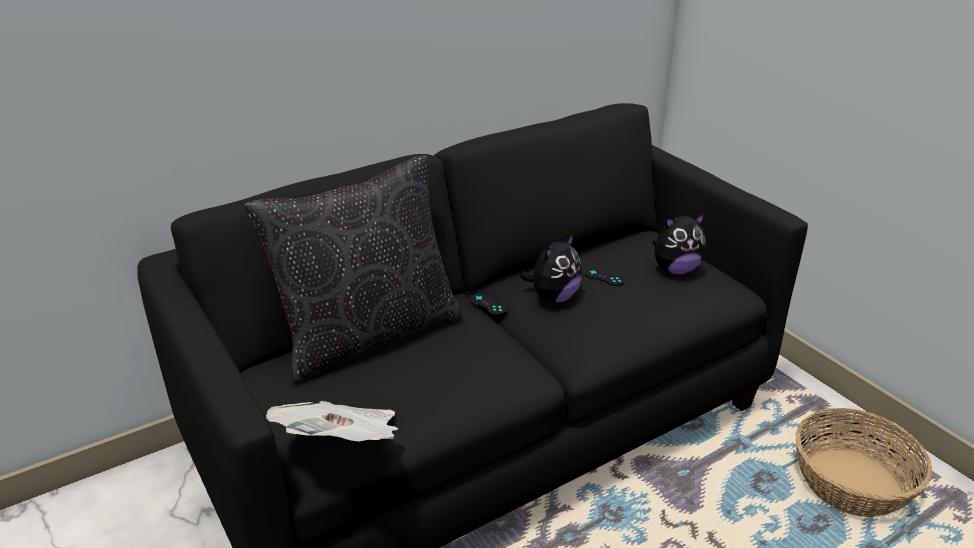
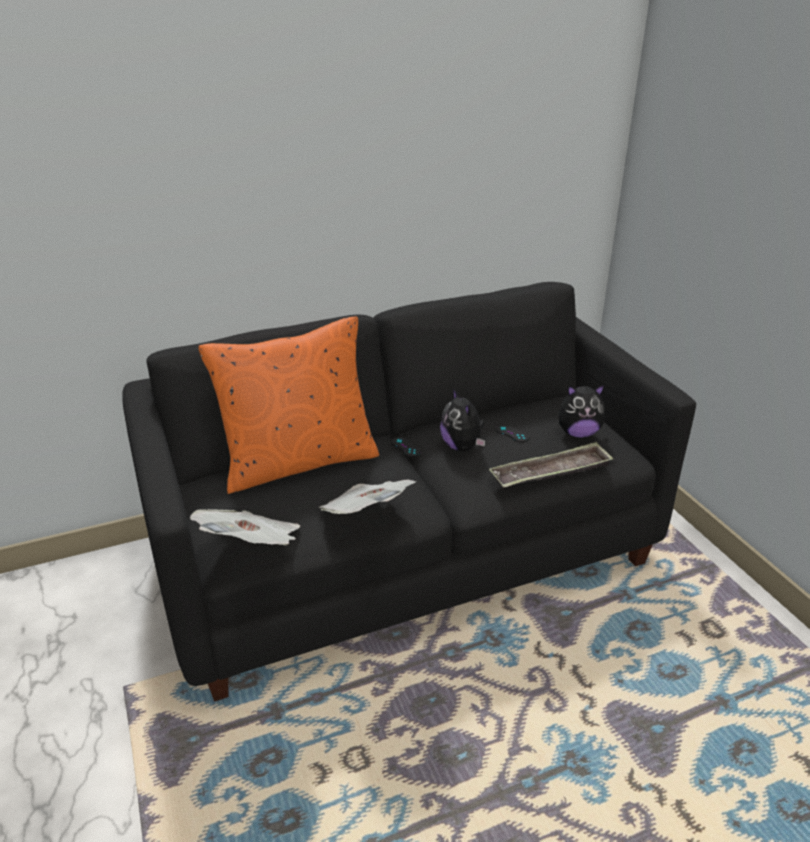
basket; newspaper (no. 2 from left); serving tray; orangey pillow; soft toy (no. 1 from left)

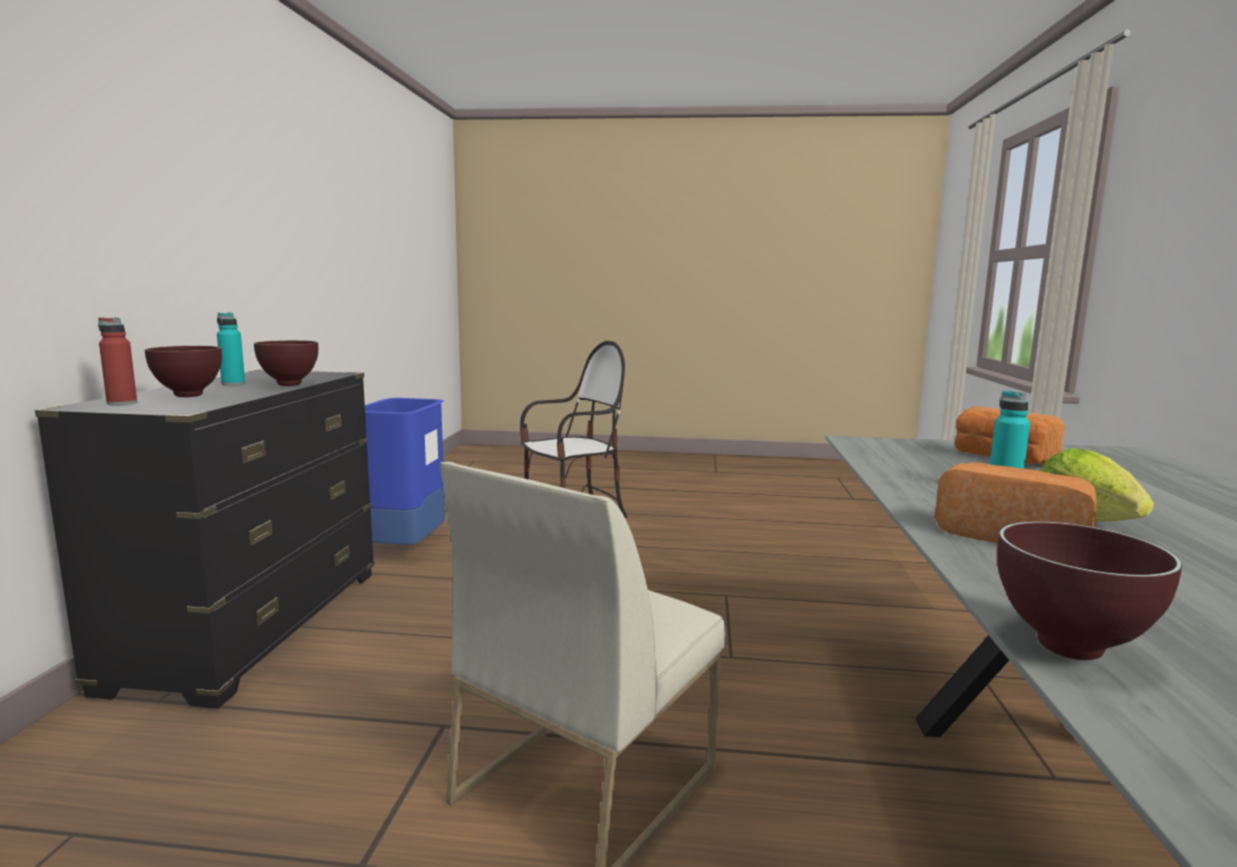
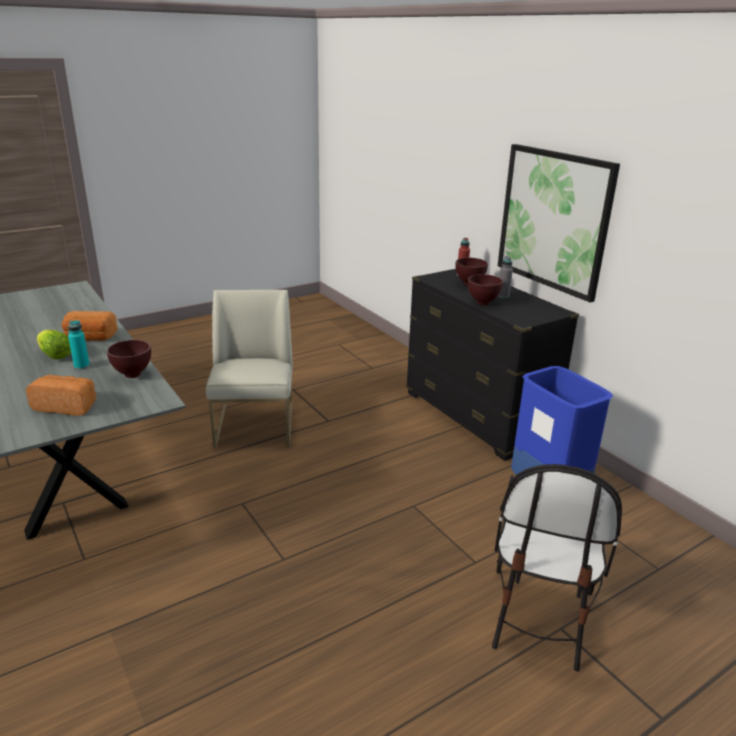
wall art; brownish serving bowl (no. 1 from left); grey beverage bottle

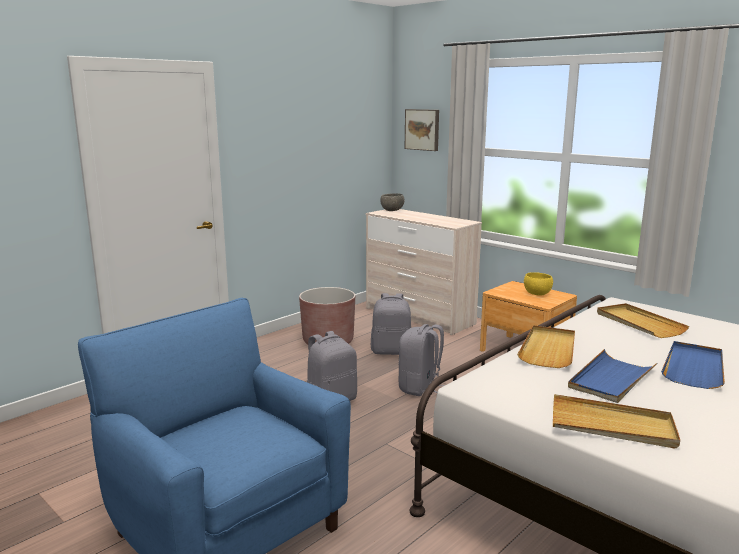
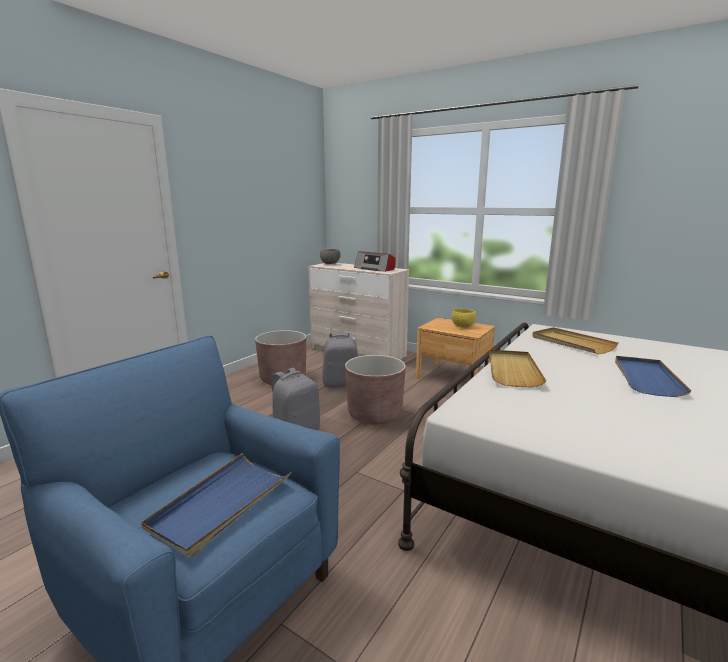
wall art; beige-coloured serving tray (no. 2 from left in the first image); radio; blue serving tray (no. 1 from left); brownish plant pot (no. 2 from left)

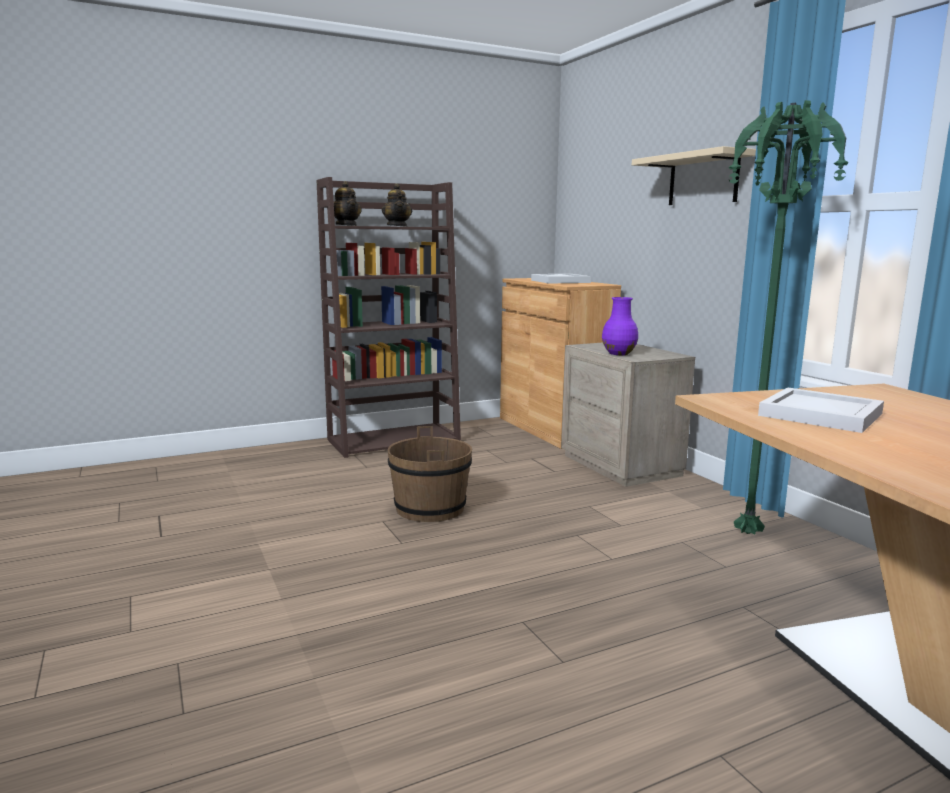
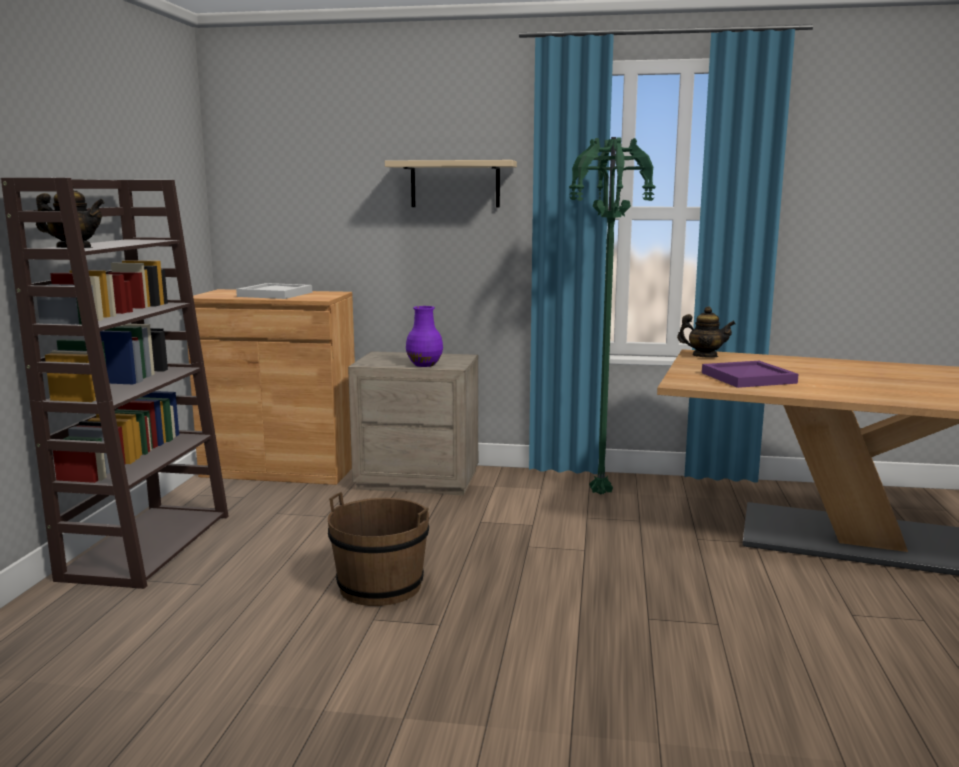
tea pot (no. 2 from left); purple-coloured serving tray

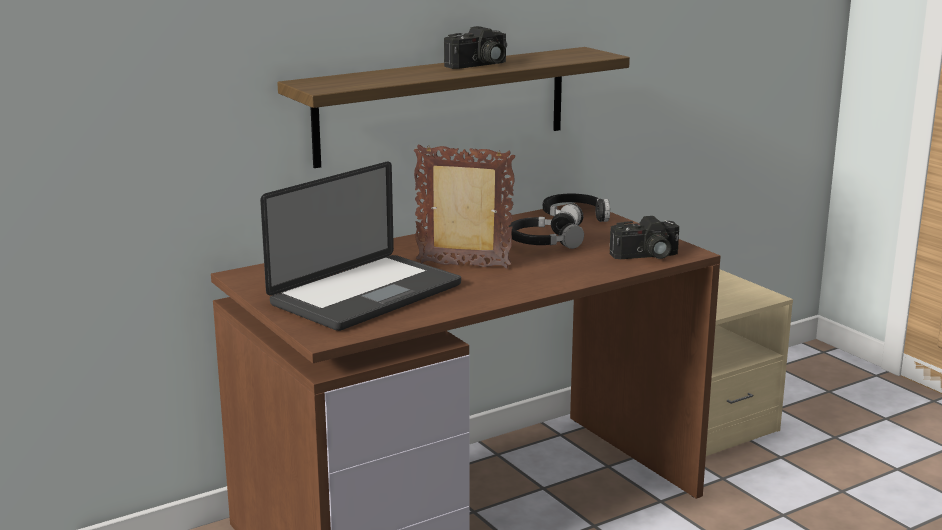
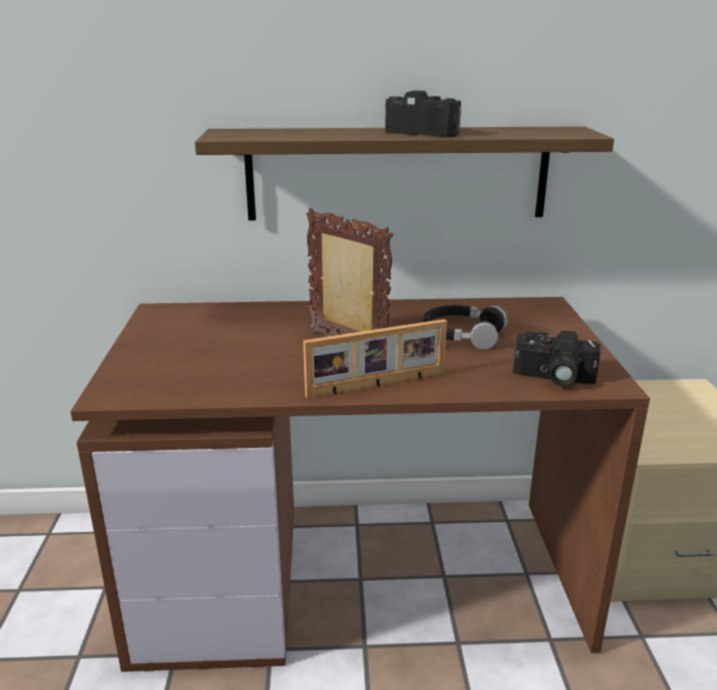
notebook computer; black-coloured headphones (no. 2 from left in the first image); picture frame (no. 2 from left); still camera (no. 1 from left)

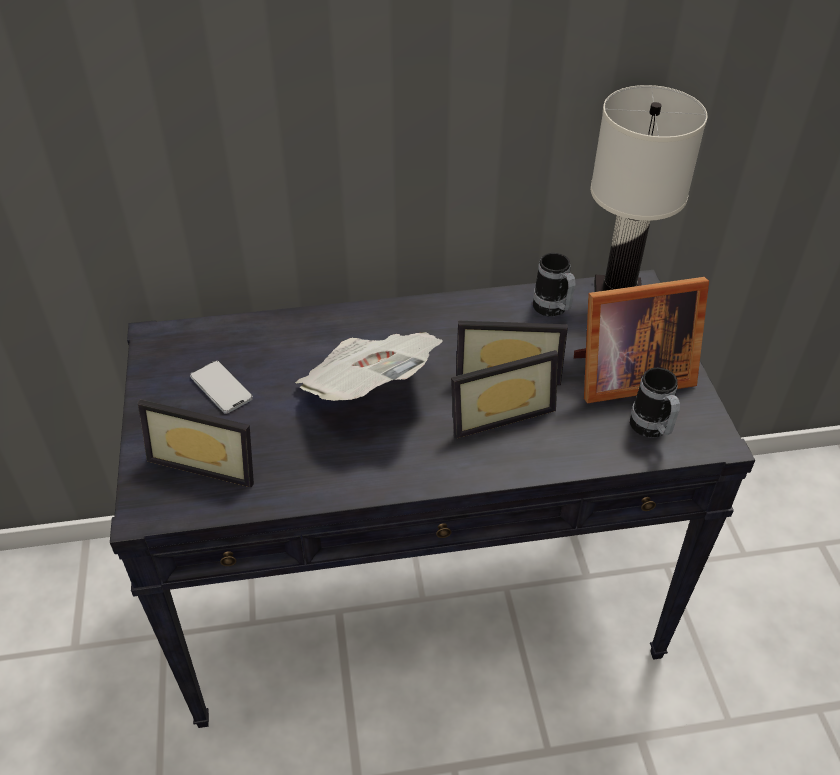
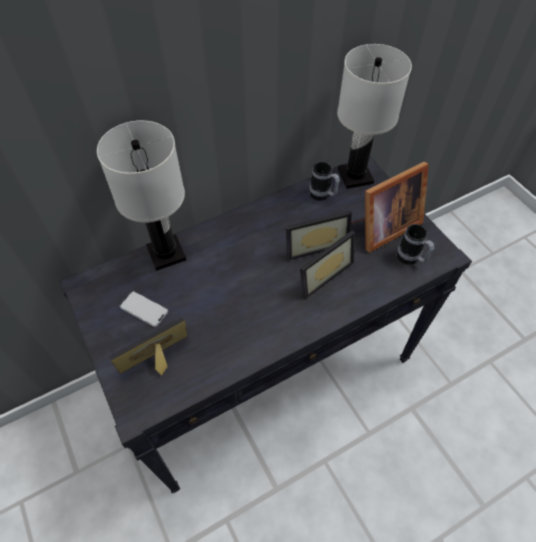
newspaper; white lamp for a table (no. 1 from left); picture frame (no. 1 from left)

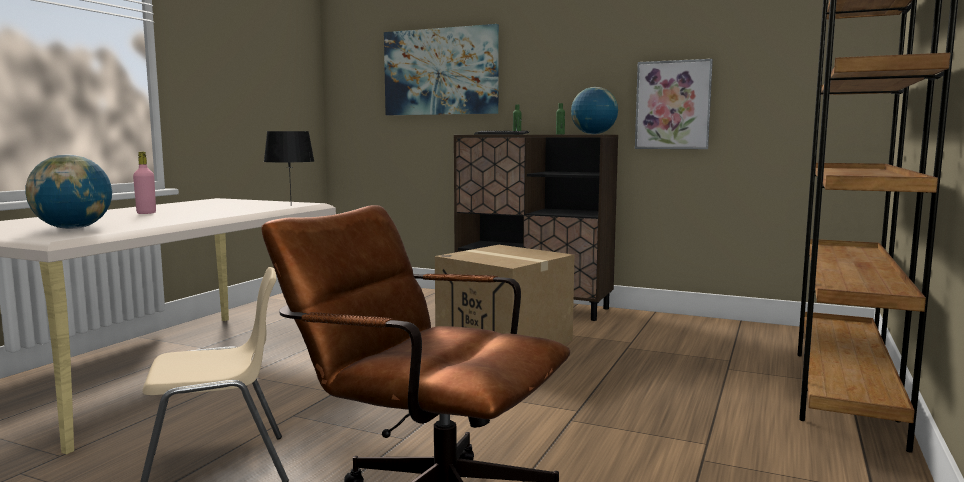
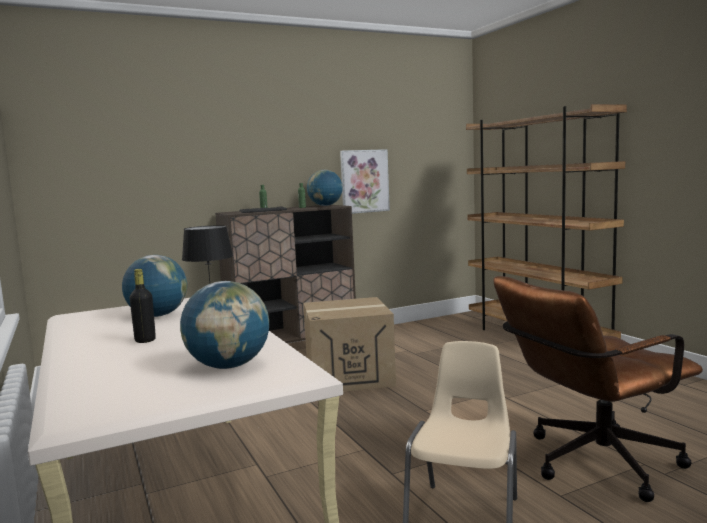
wall art (no. 1 from left in the first image); world globe (no. 1 from left); black-coloured beverage bottle

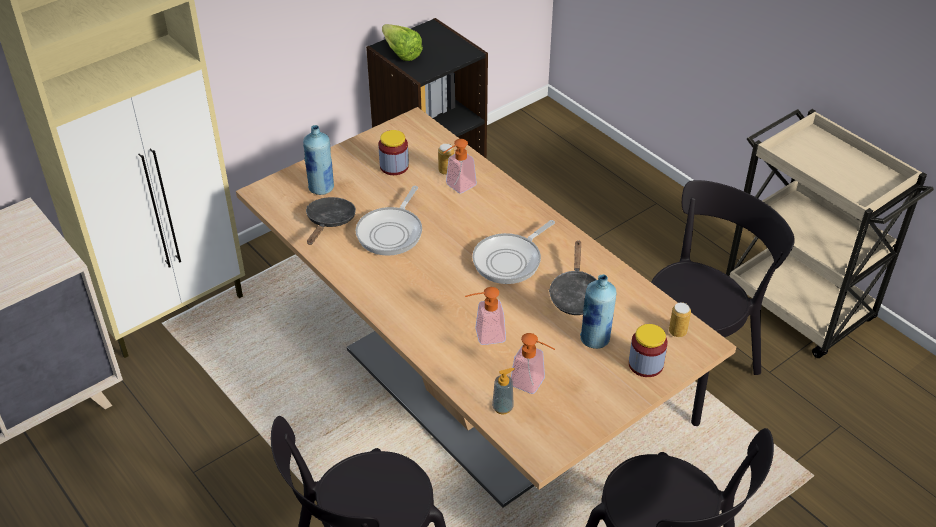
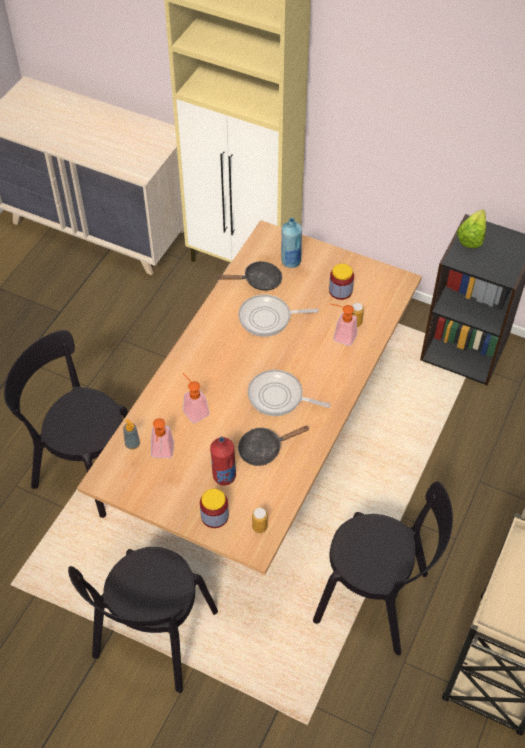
red-coloured beverage bottle

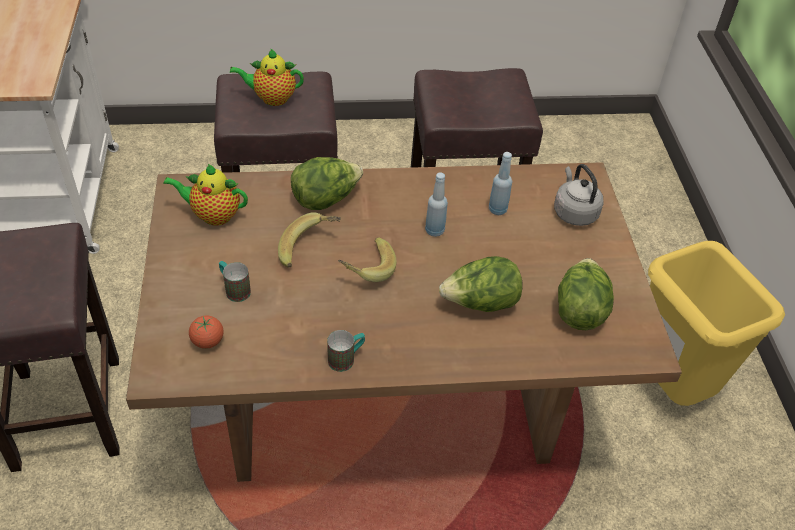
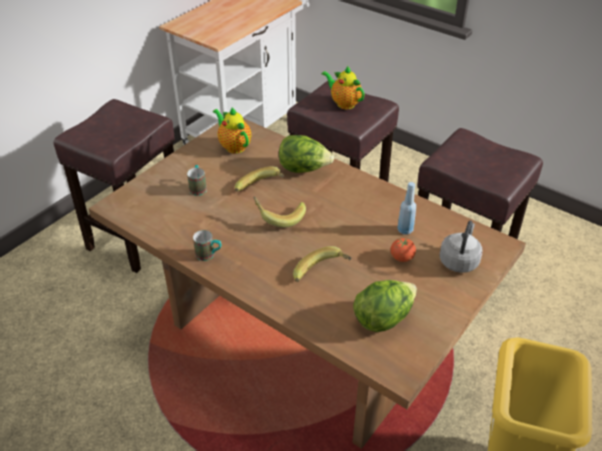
blue beverage bottle (no. 1 from left in the first image); whole tomato; banana (no. 3 from left)

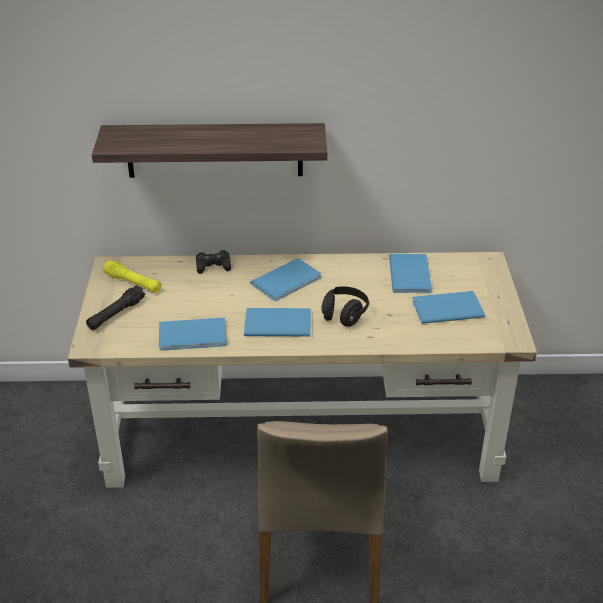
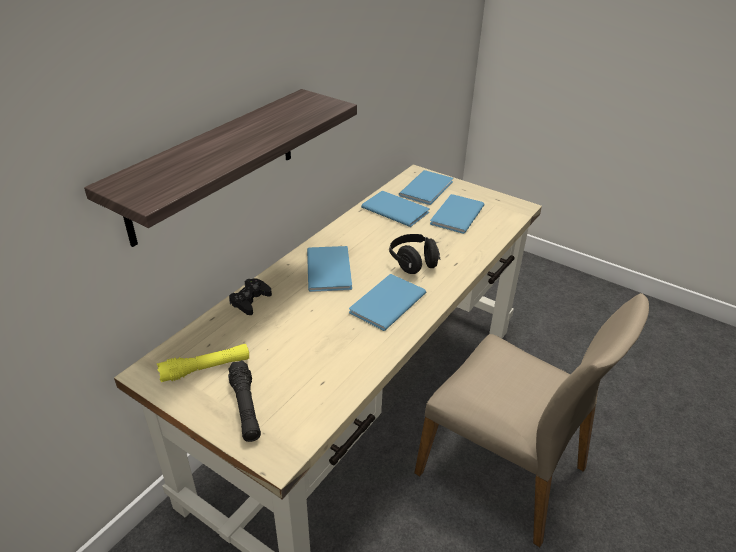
blue book (no. 4 from left)

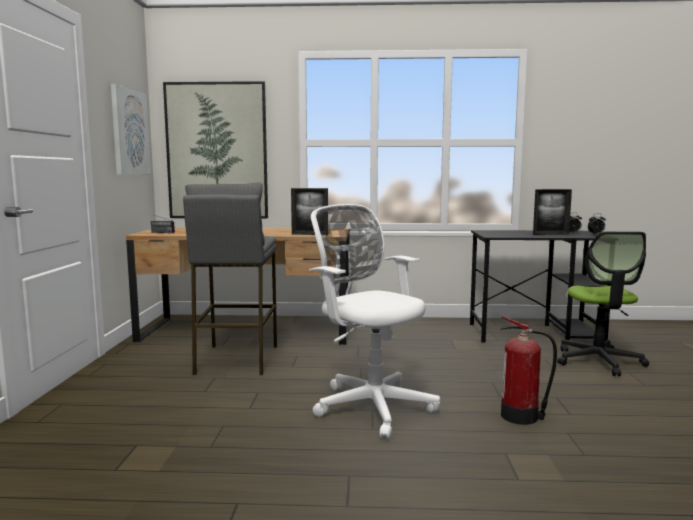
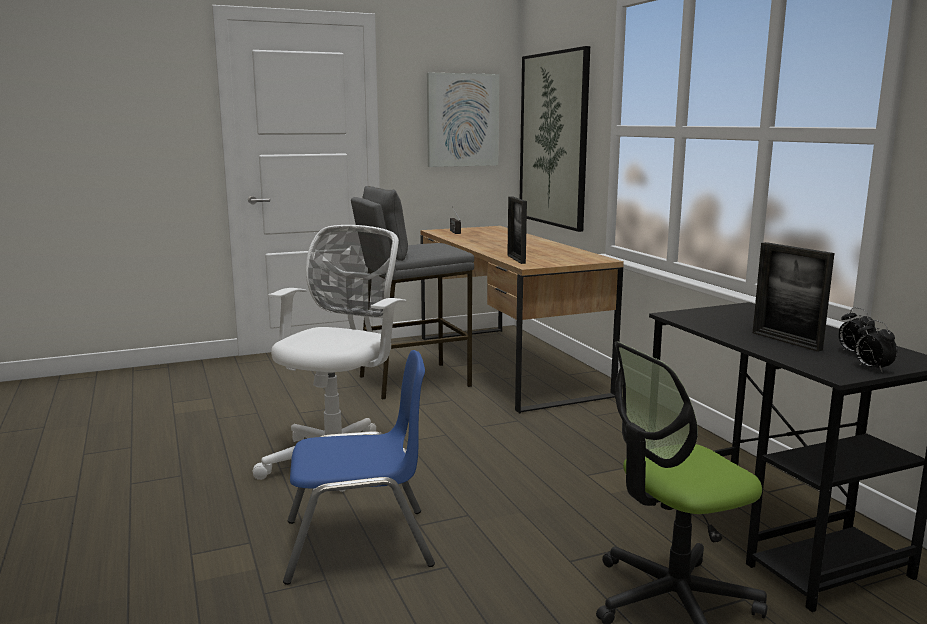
blue upright chair

